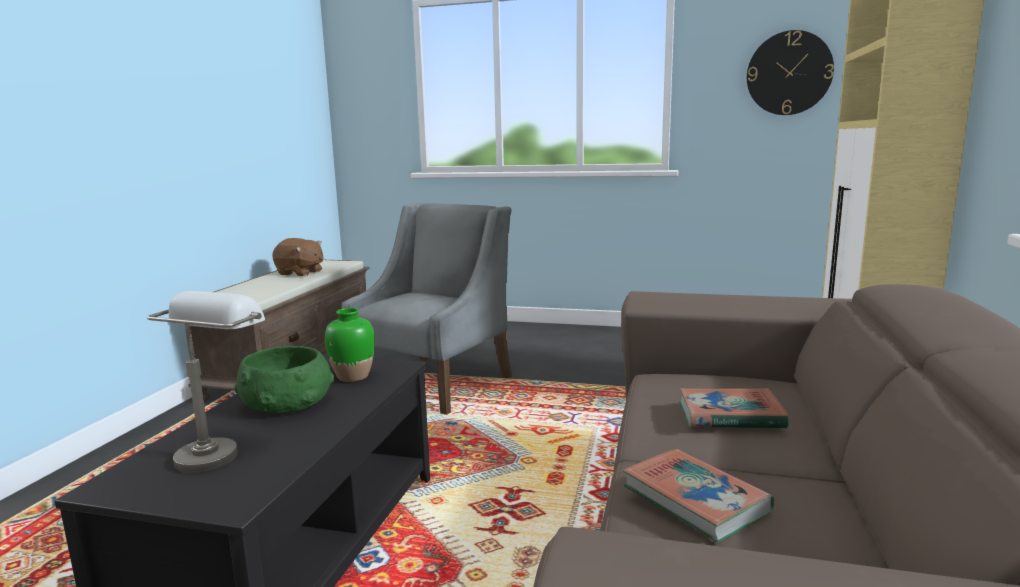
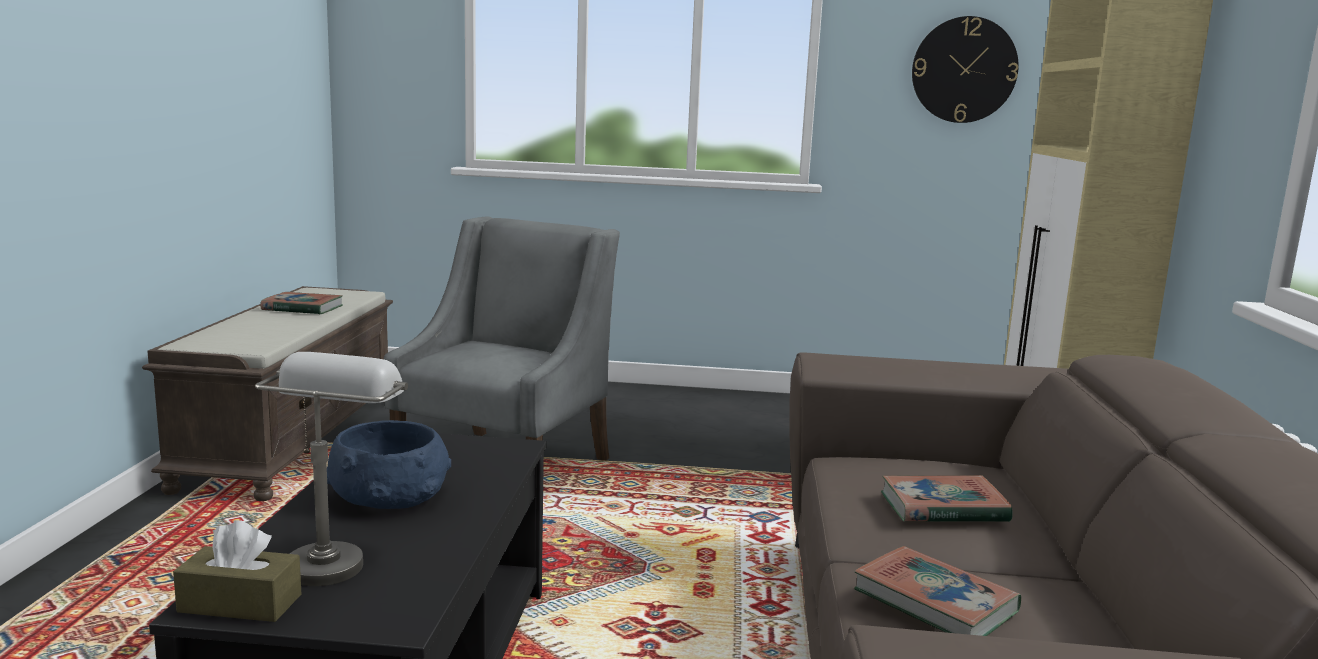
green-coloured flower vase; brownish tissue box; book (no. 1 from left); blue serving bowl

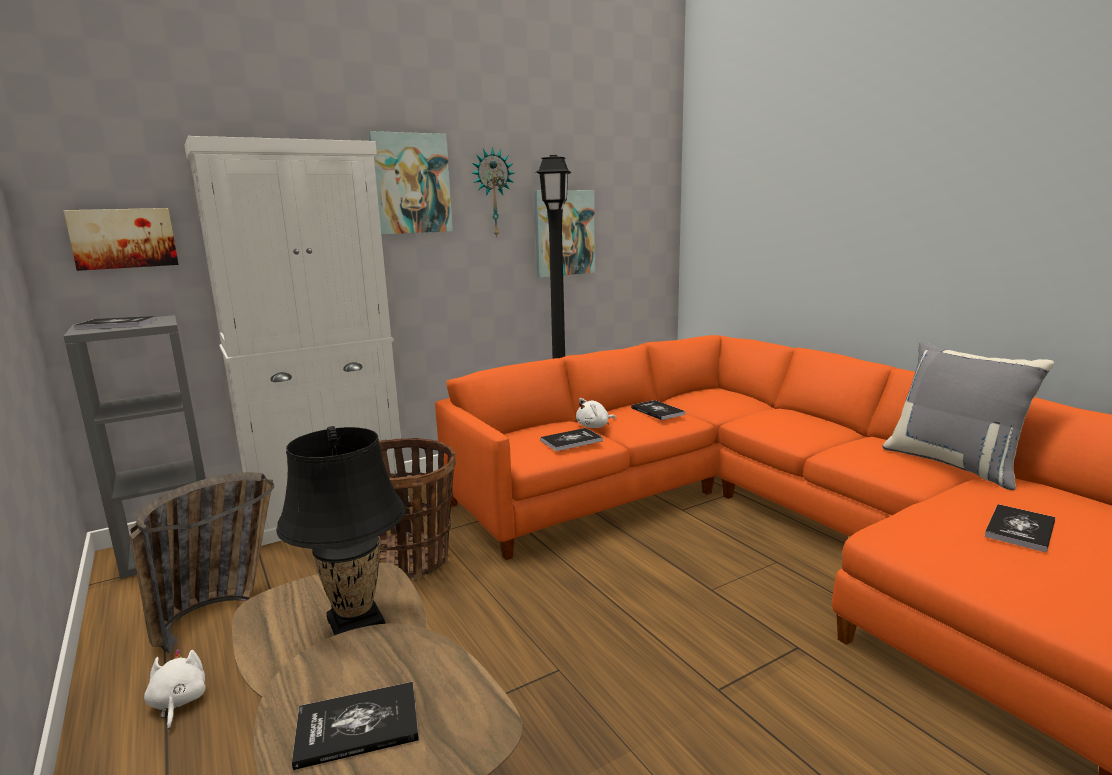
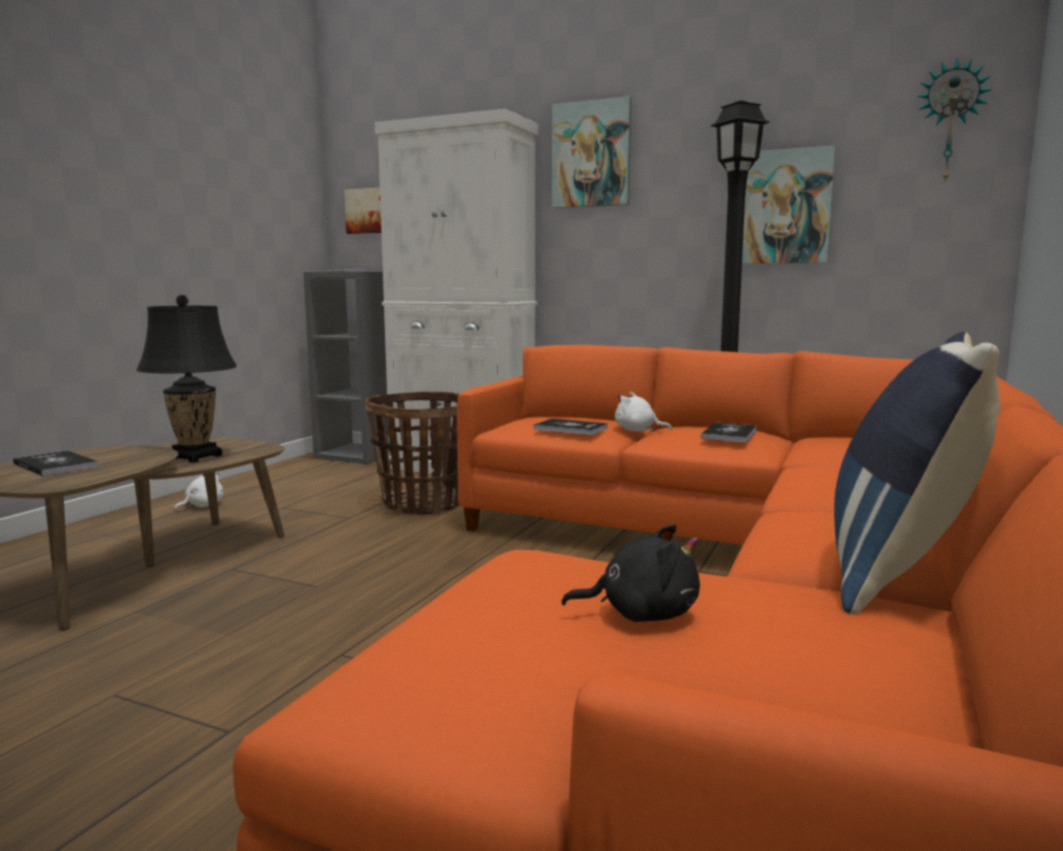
basket (no. 1 from left in the first image); clock on the wall; black-coloured soft toy; blue pillow

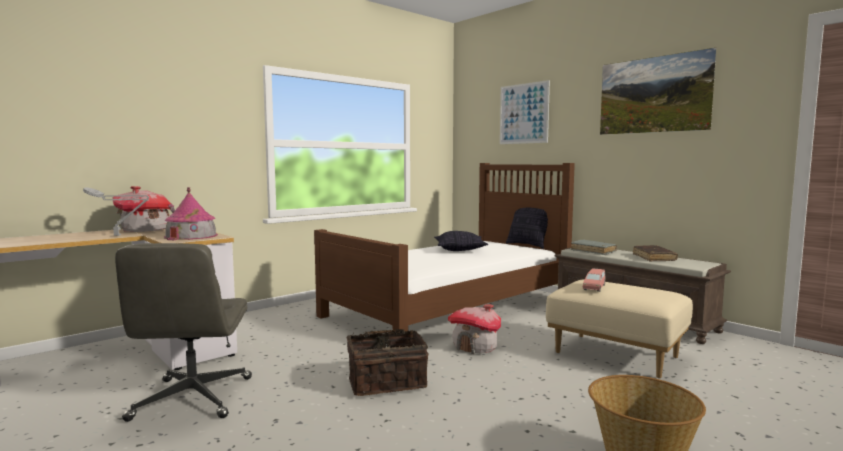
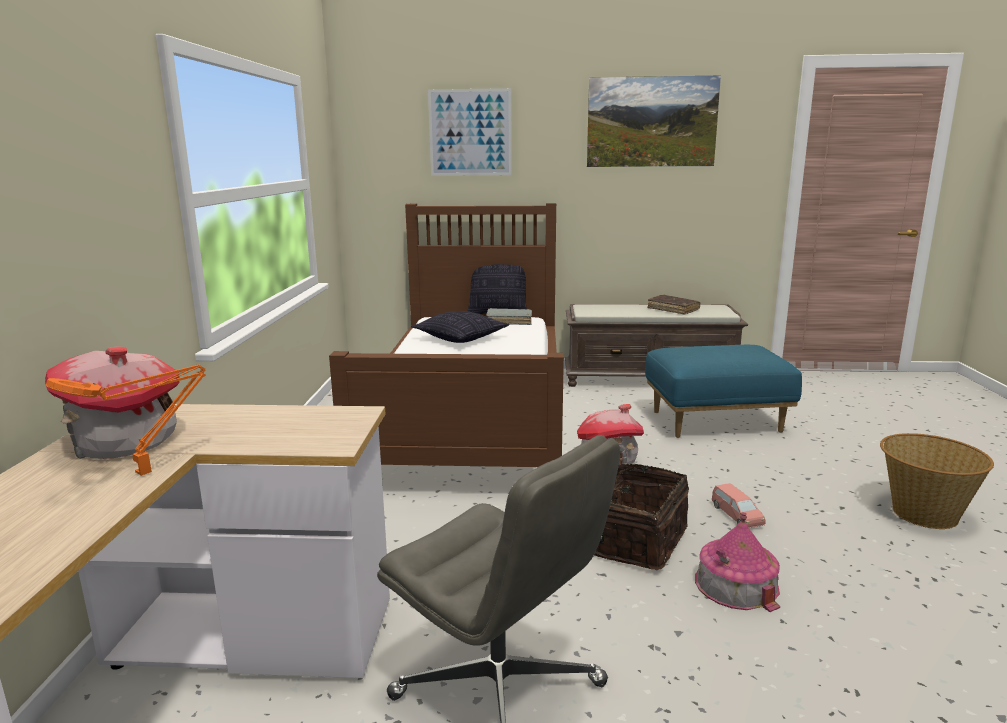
miniature house (no. 3 from left); grey book; pinkish miniature car; orangey lamp for a table; blue footrest

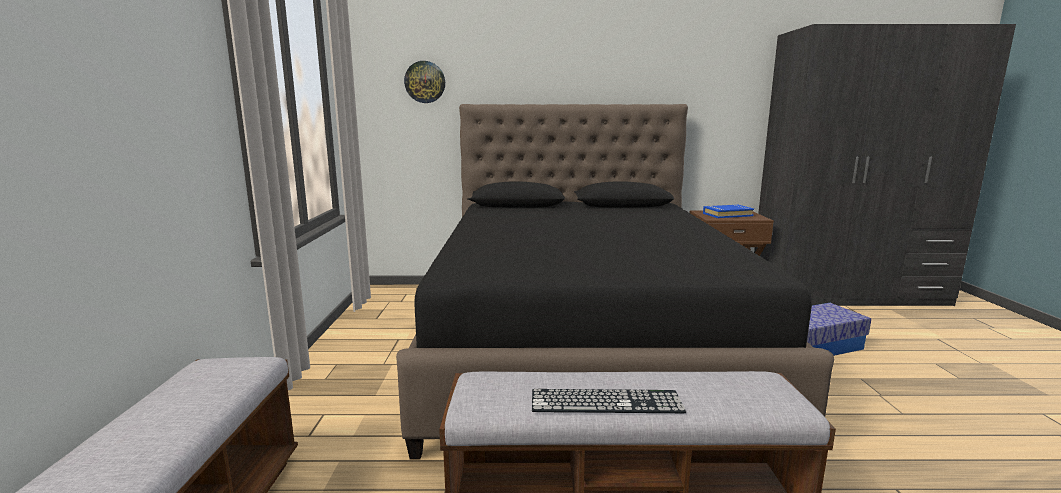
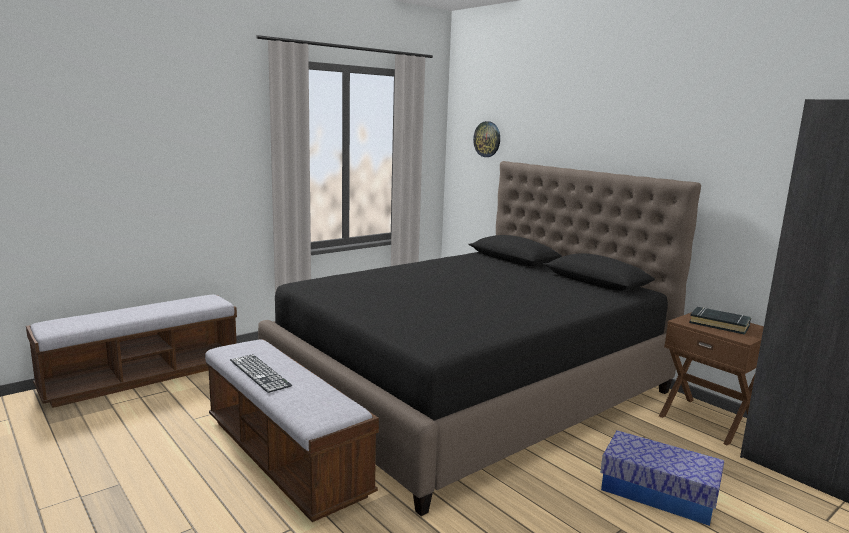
black-coloured book

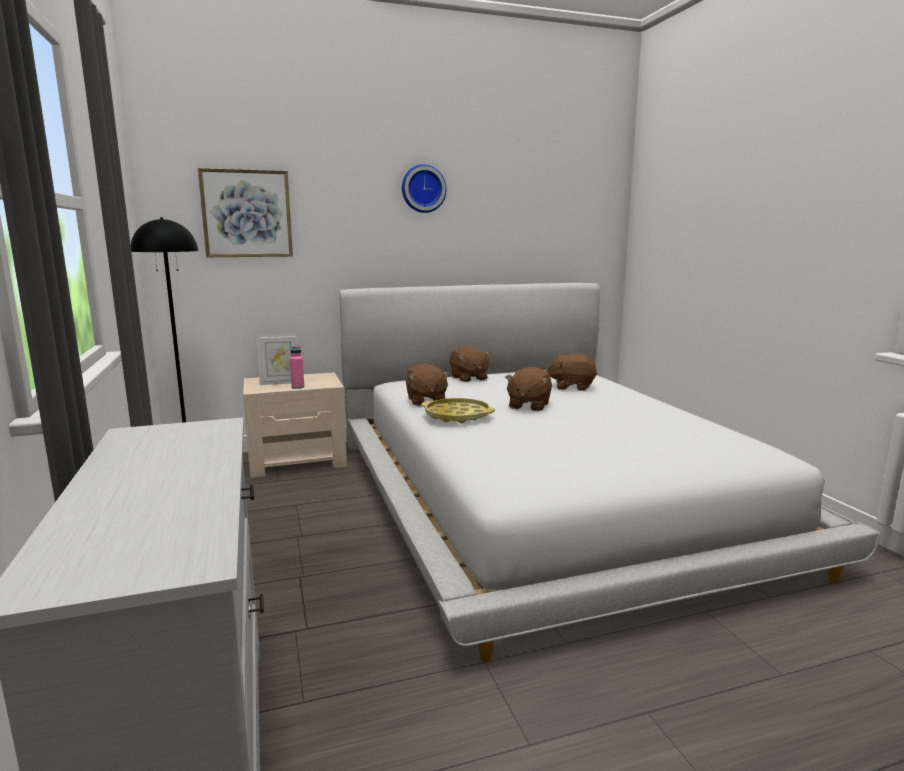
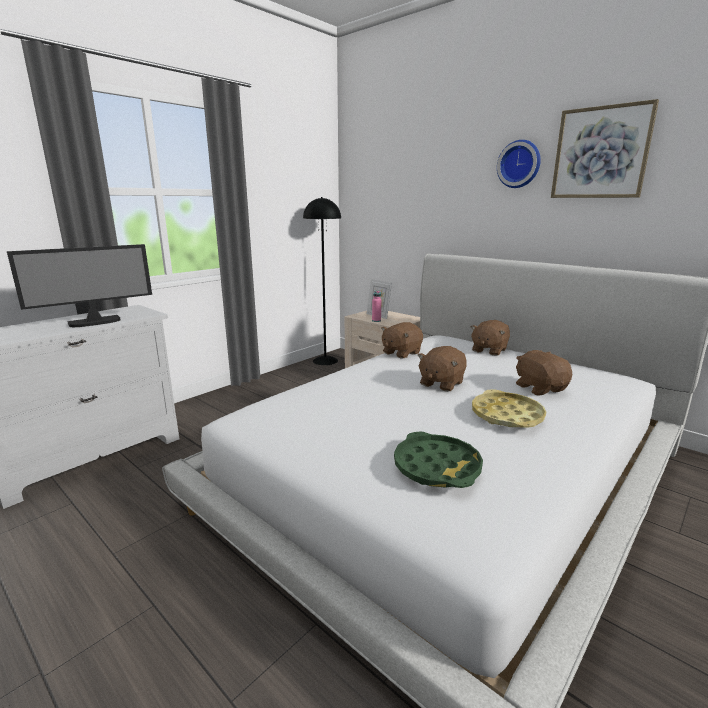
monitor; green-coloured serving tray; wall art; yellowish serving tray; brownish soft toy (no. 2 from left)

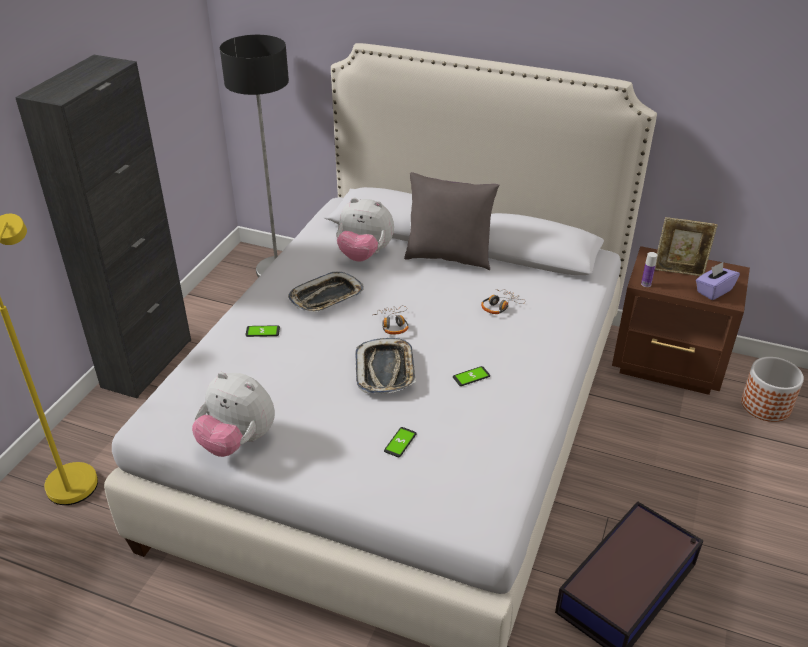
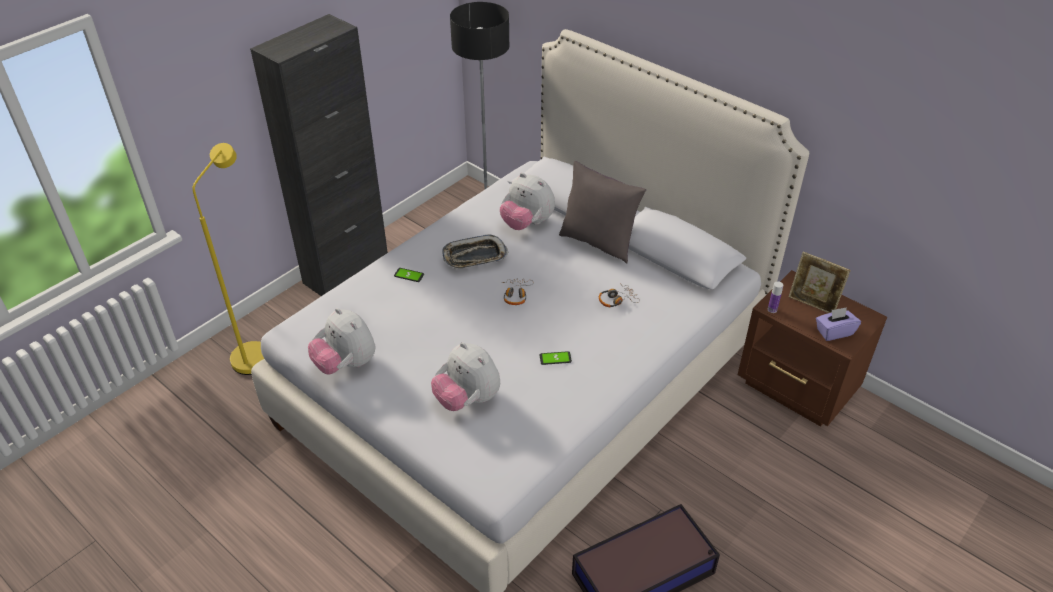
serving tray (no. 2 from left in the first image); plant pot; soft toy (no. 2 from left)

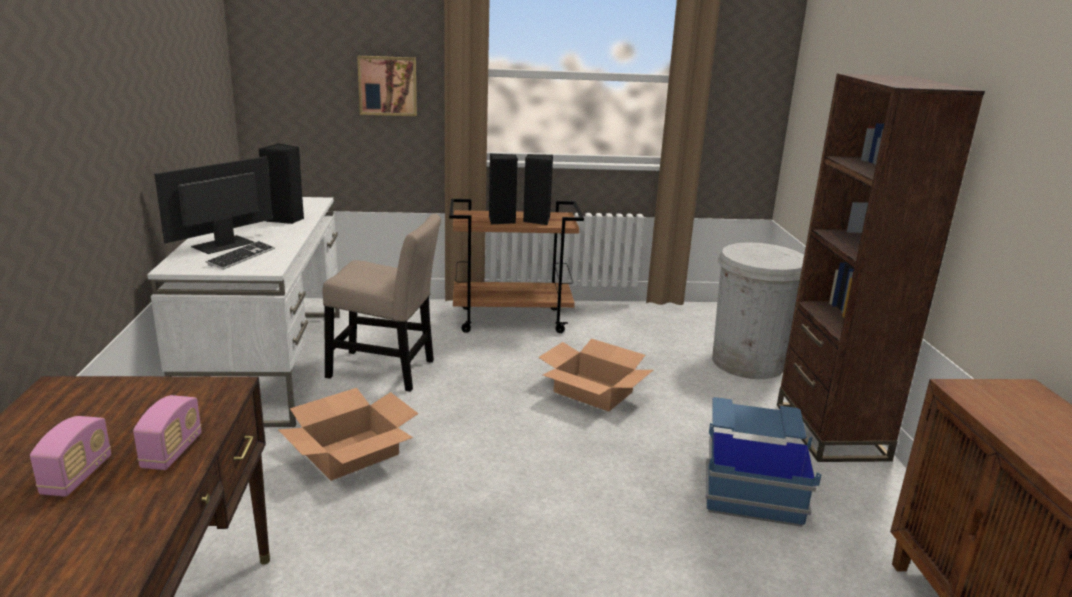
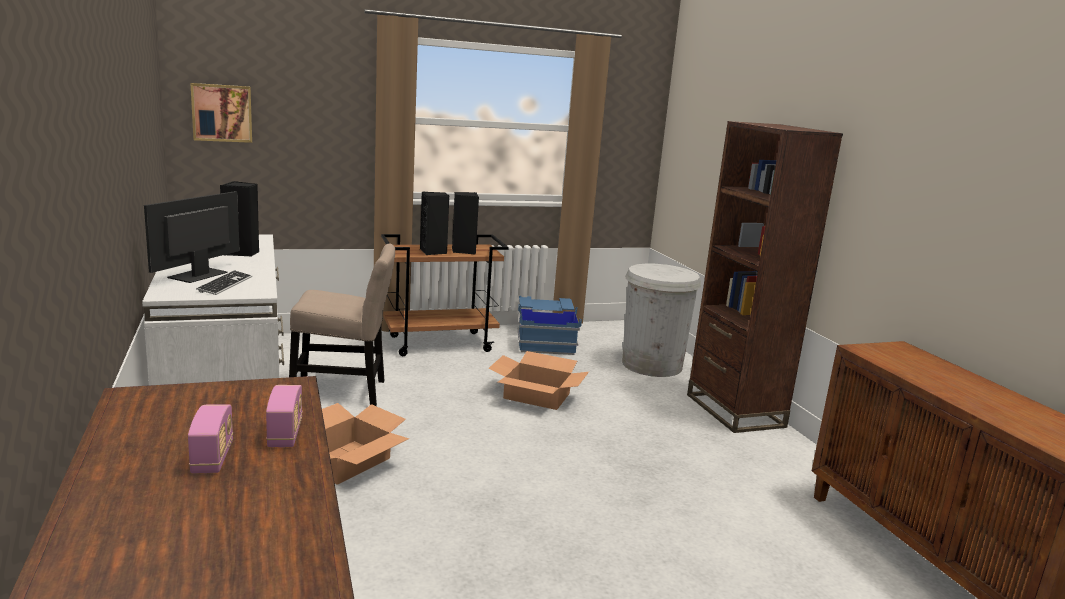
wall art; blue storage bin

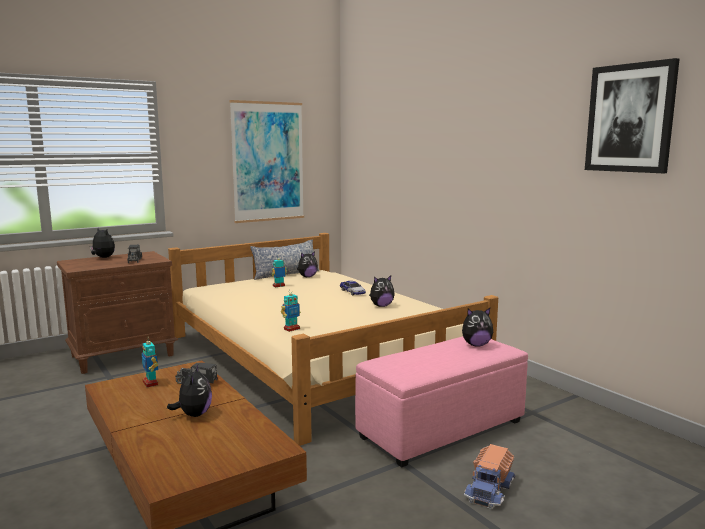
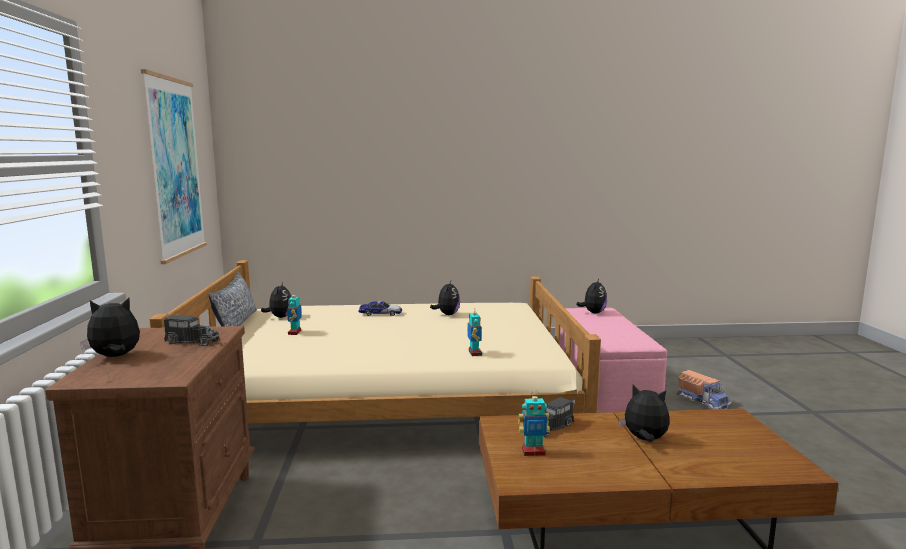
wall art (no. 2 from left in the first image)

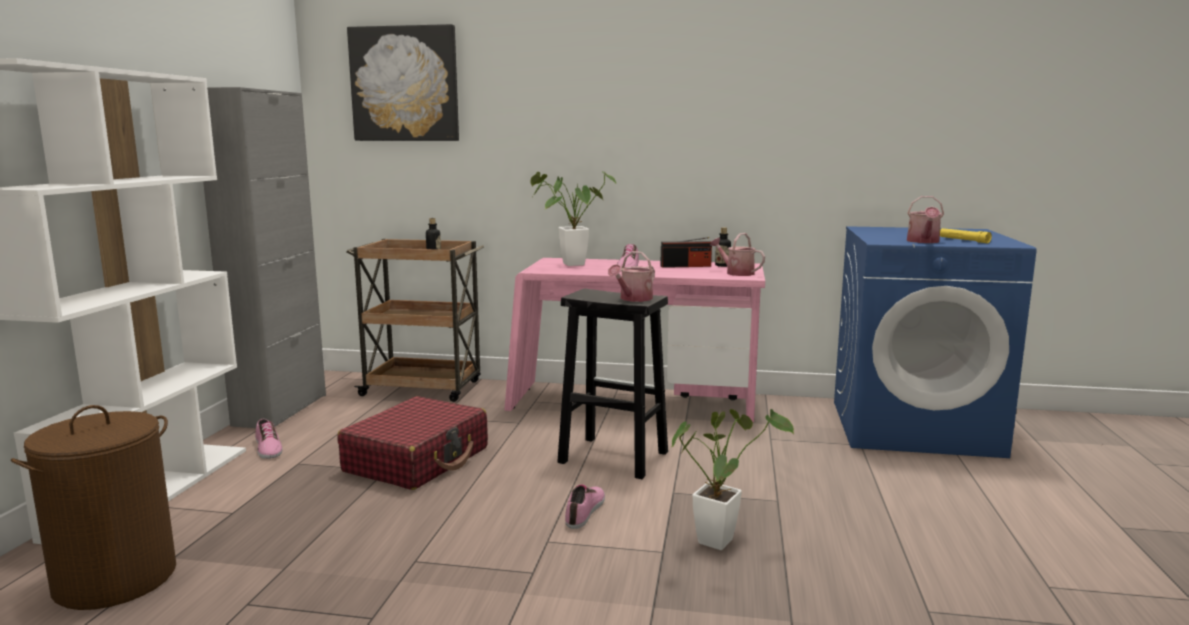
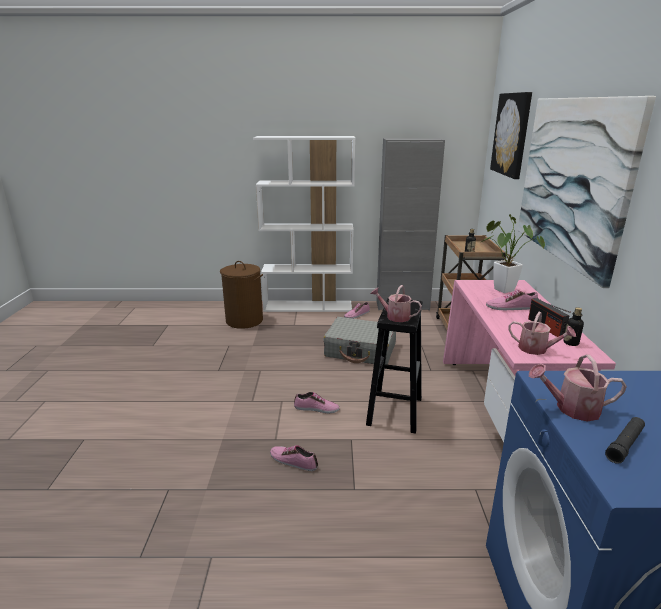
wall art (no. 2 from left); low shoe (no. 1 from left); grey suitcase; black-coloured torch; watering can (no. 2 from left)

